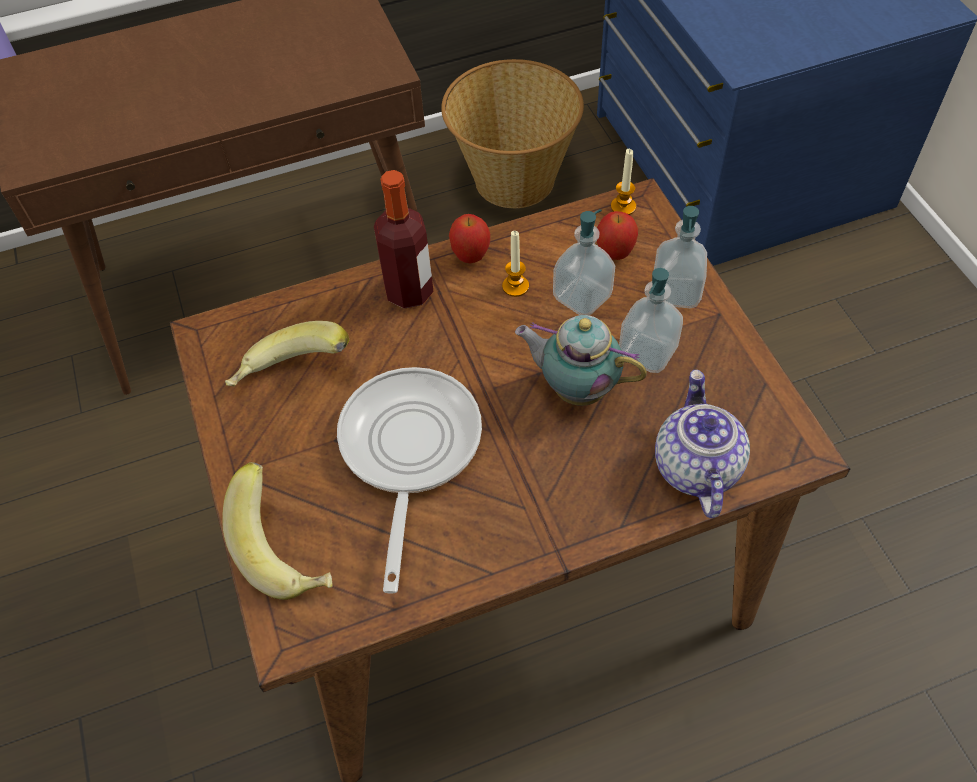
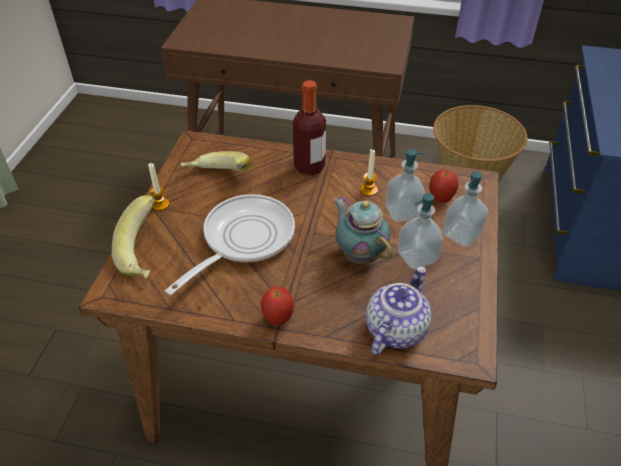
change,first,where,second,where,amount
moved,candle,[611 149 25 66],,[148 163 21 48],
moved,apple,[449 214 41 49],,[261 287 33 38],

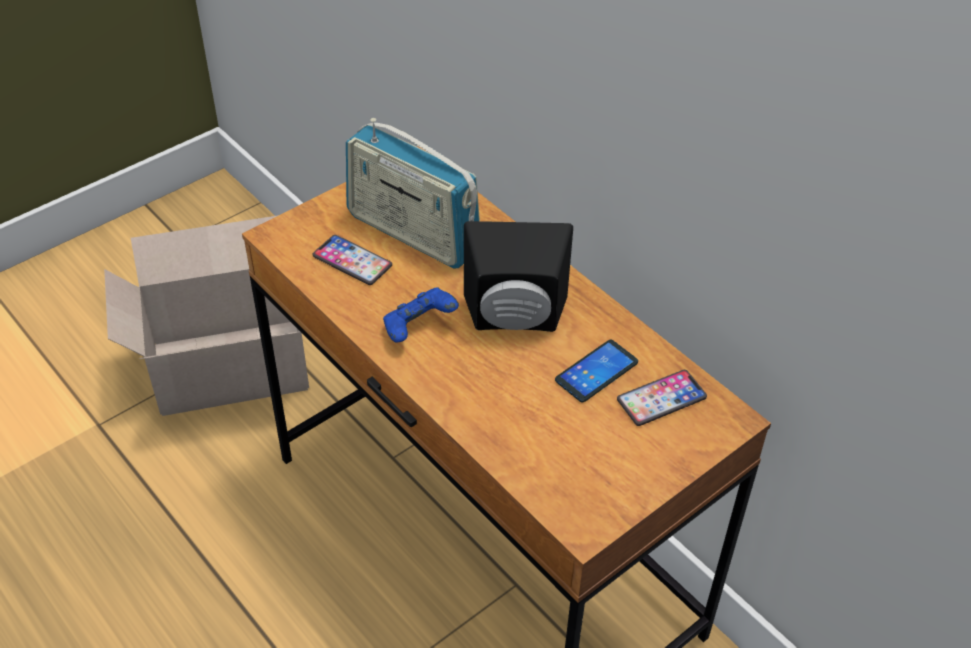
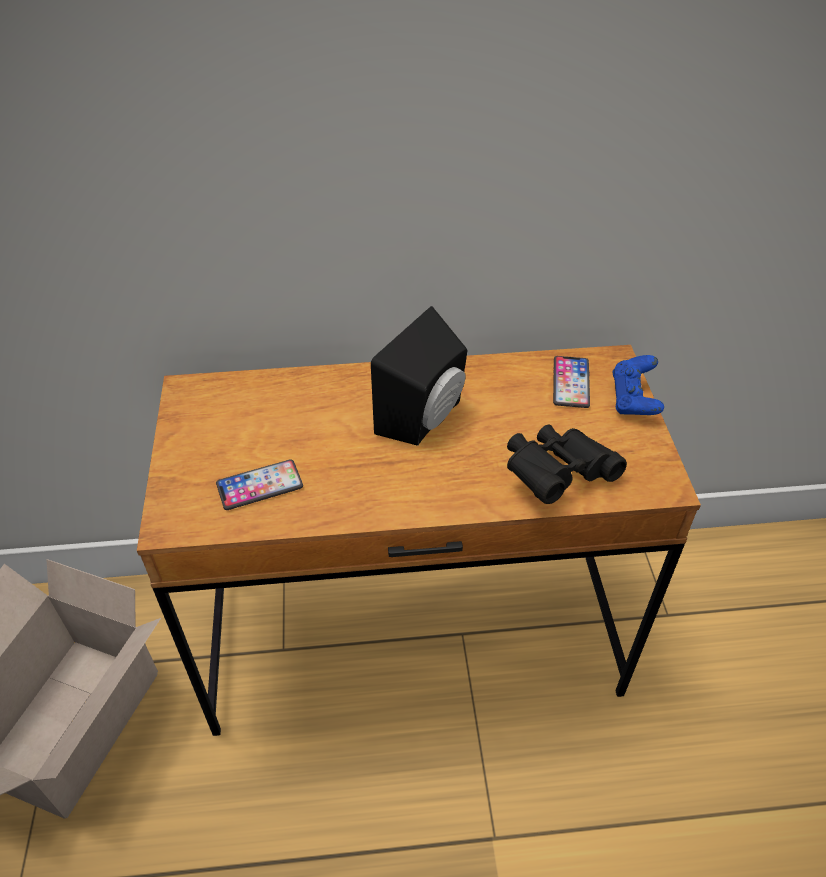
change,first,where,second,where,amount
added,,,blackish field glasses,[507 425 120 79],
moved,bluish gamepad,[383 287 76 55],,[613 355 51 60],
removed,radio receiver,[346 118 134 150],,,
removed,telephone,[555 340 83 62],,,

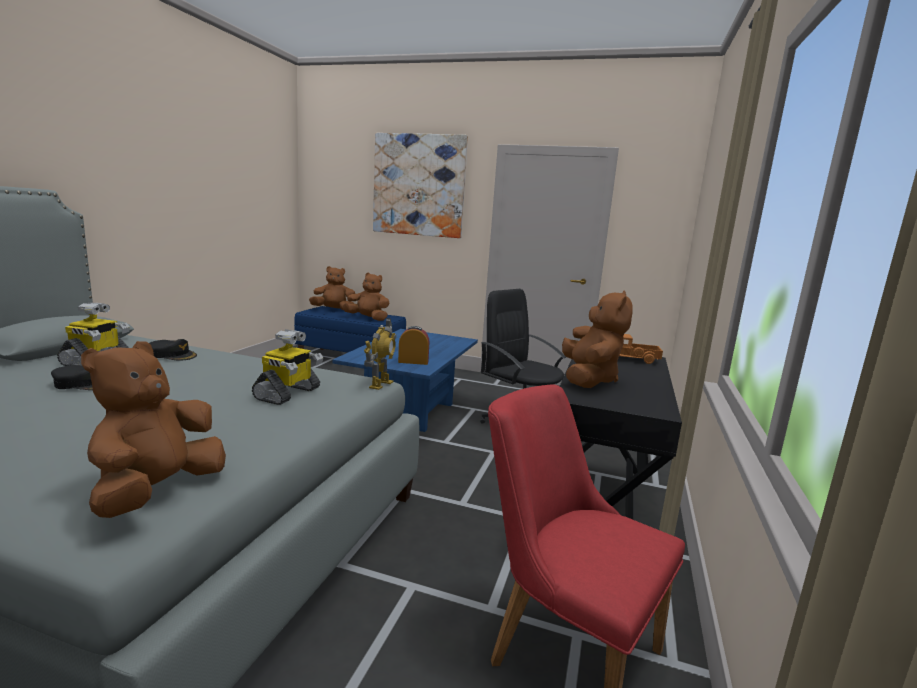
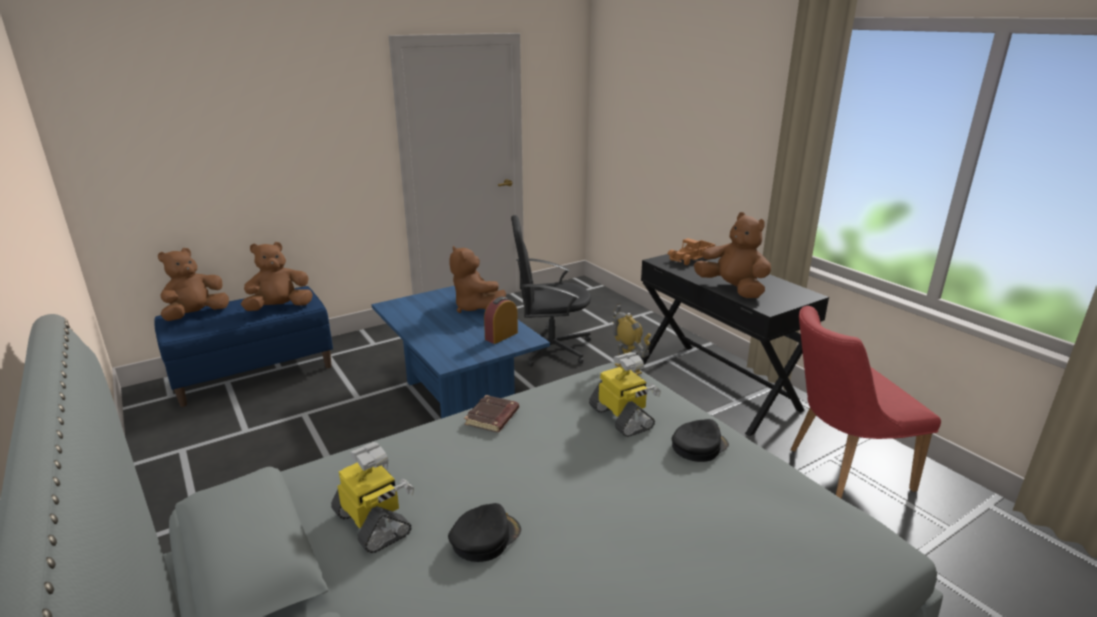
change,first,where,second,where,amount
moved,brownish cuddly toy,[81 341 145 177],,[449 246 57 67],
added,,,brownish book,[464 395 55 37],
moved,blackish baseball cap,[149 339 48 22],,[672 419 57 43],
removed,wall picture,[373 133 95 105],,,

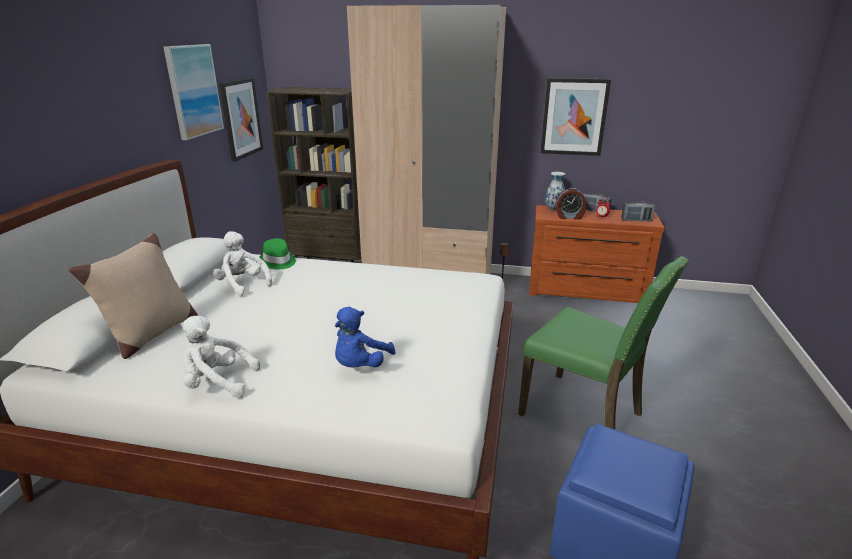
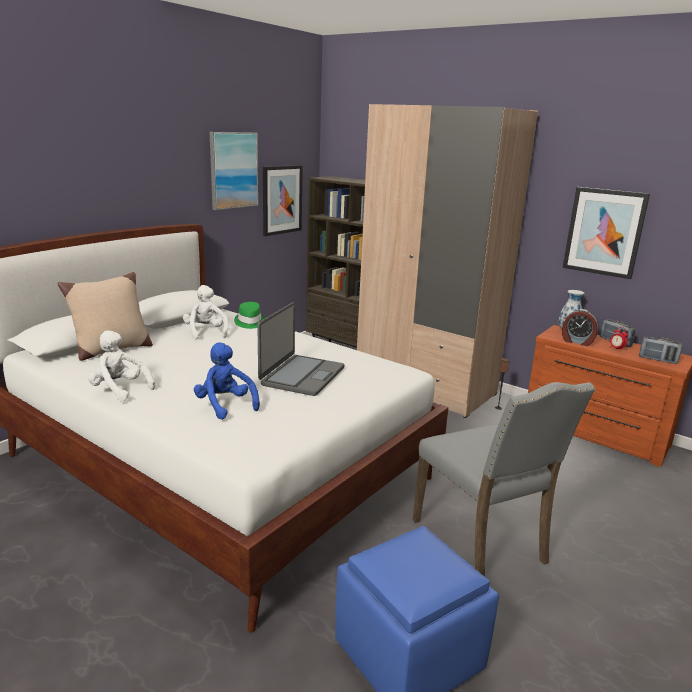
change,first,where,second,where,amount
turned,bluish cuddly toy,[335 307 60 61],,[194 342 66 78],90 degrees clockwise
added,,,portable computer,[257 302 88 94],
recoloured,green plain chair,[518 256 171 173],gray plain chair,[413 382 183 195],

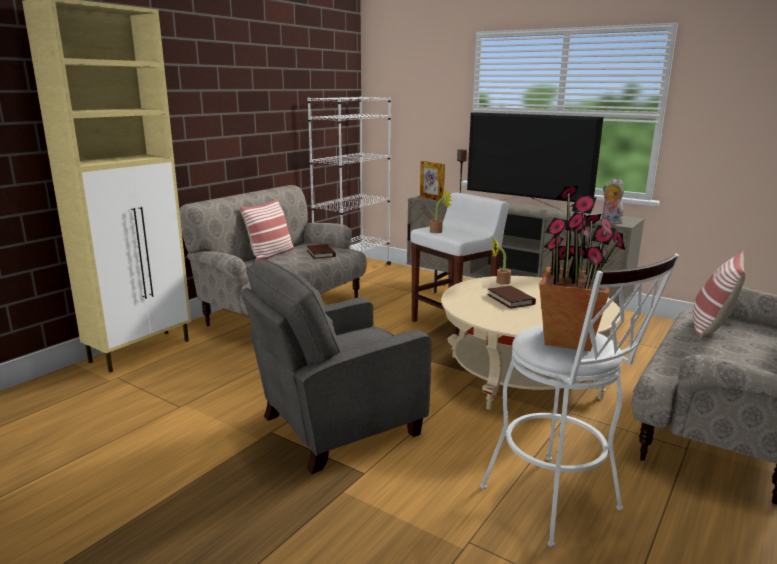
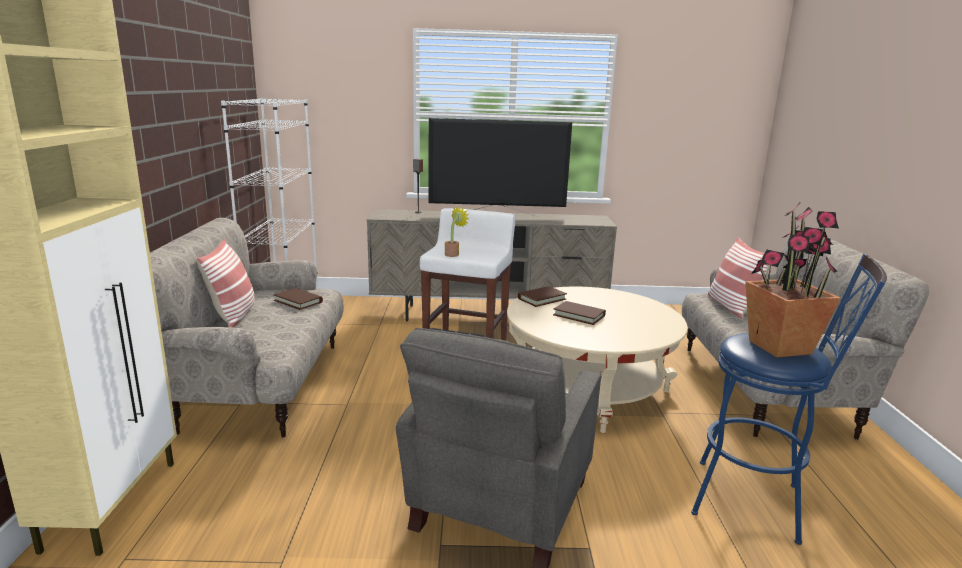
change,first,where,second,where,amount
replaced,potted plant,[492 239 19 46],brownish book,[518 286 49 21],
recoloured,white stool,[480 254 199 293],bluish stool,[691 254 196 291],
removed,photo frame,[420 161 25 40],,,
removed,cuddly toy,[602 179 22 45],,,

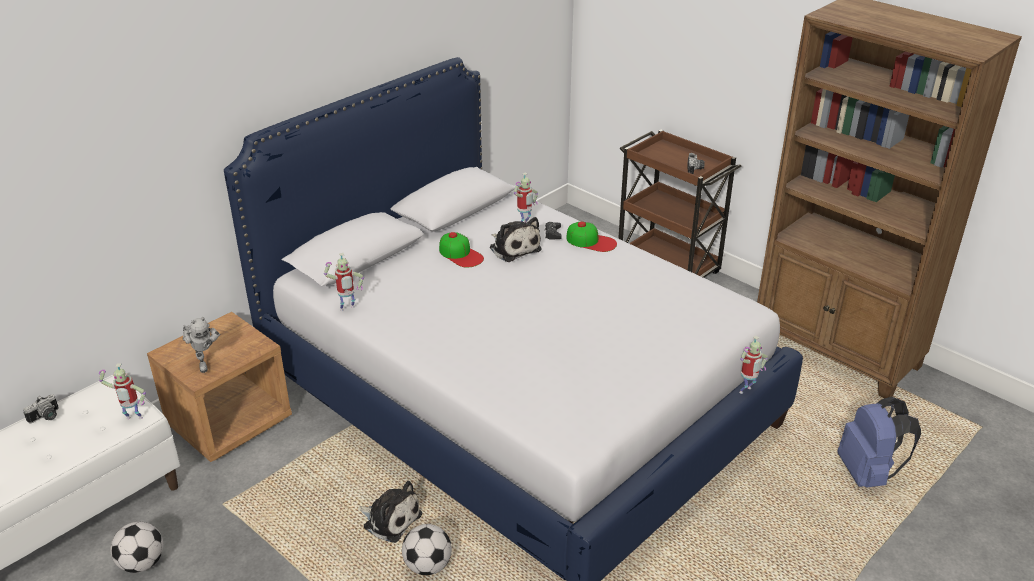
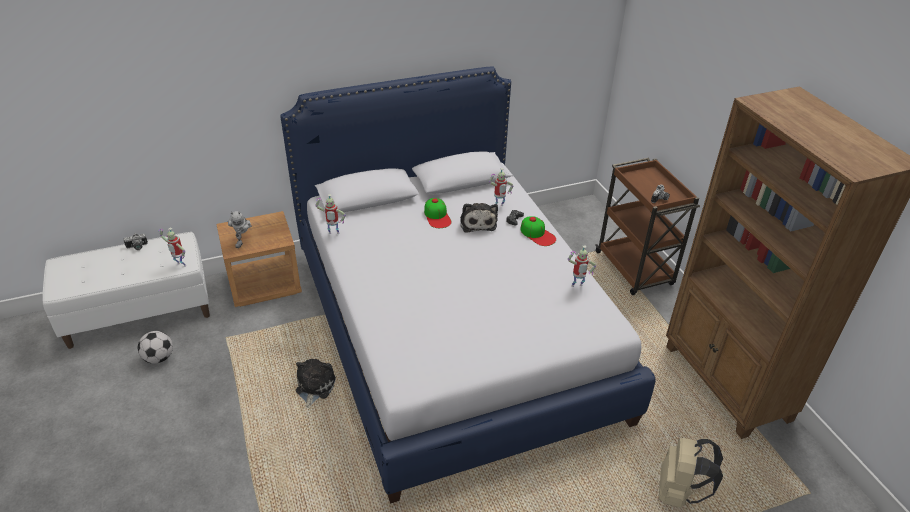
change,first,where,second,where,amount
turned,cuddly toy,[356 481 66 62],,[296 359 40 49],135 degrees counterclockwise
moved,toy robot,[739 336 29 58],,[568 245 28 42],
recoloured,bluish rucksack,[837 397 84 90],sand-coloured rucksack,[659 438 64 70],
removed,football ball,[402 524 50 51],,,

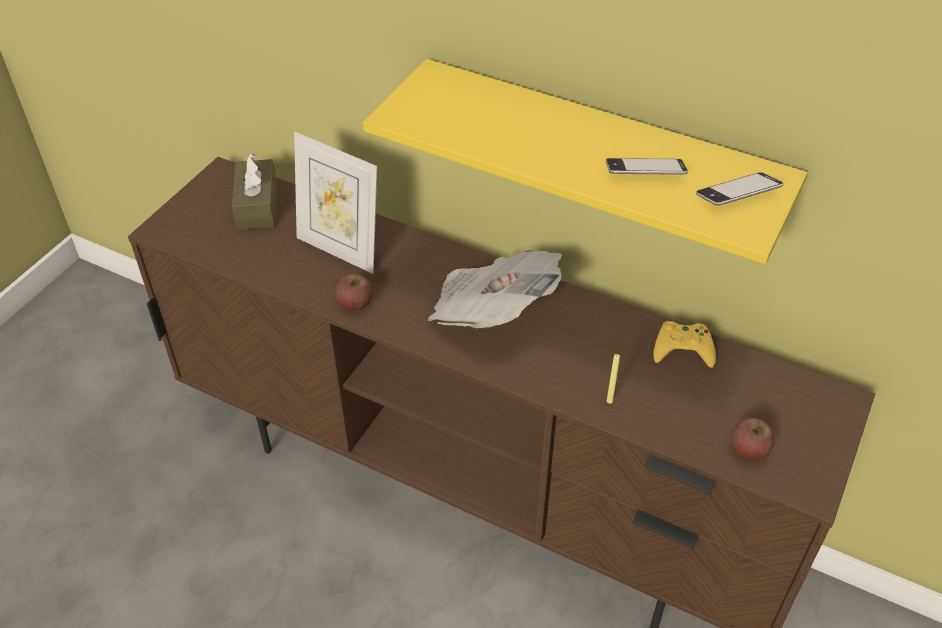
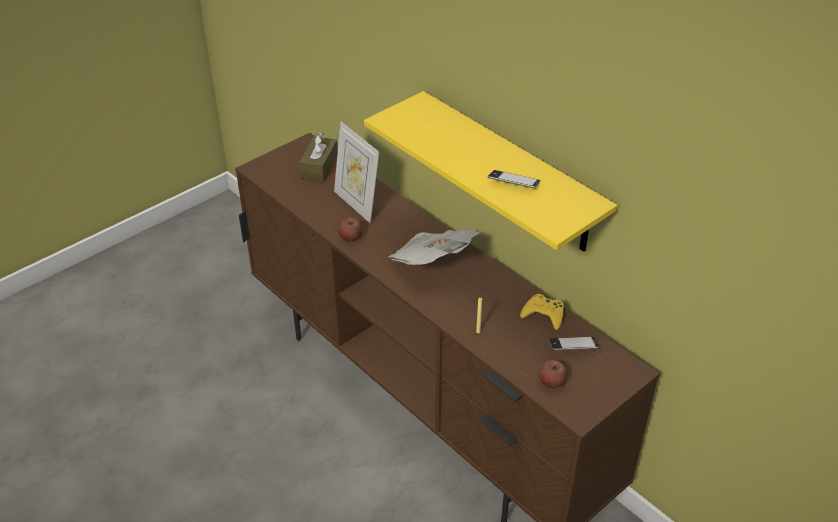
change,first,where,second,where,amount
moved,telephone,[696 172 87 34],,[549 337 50 13],

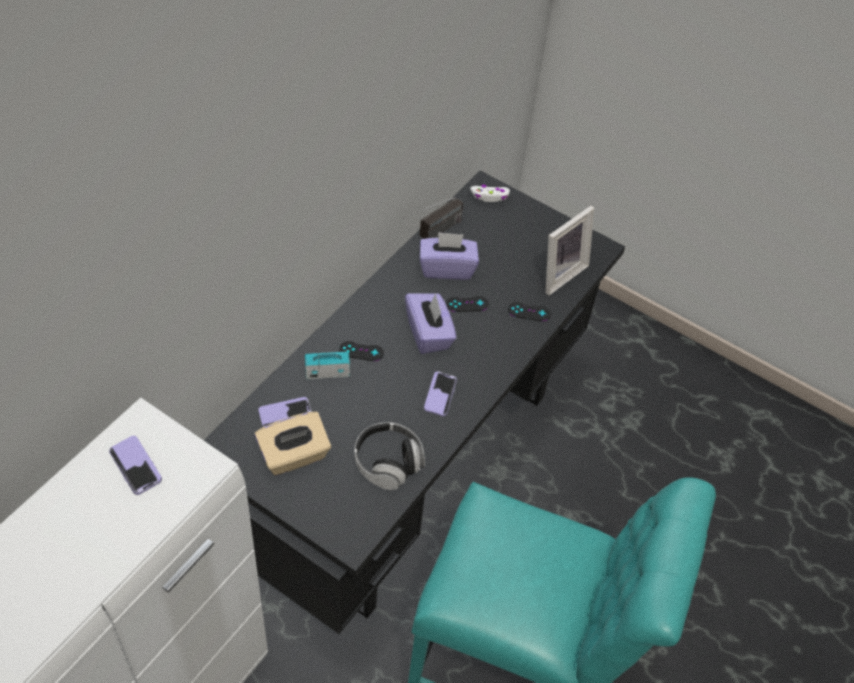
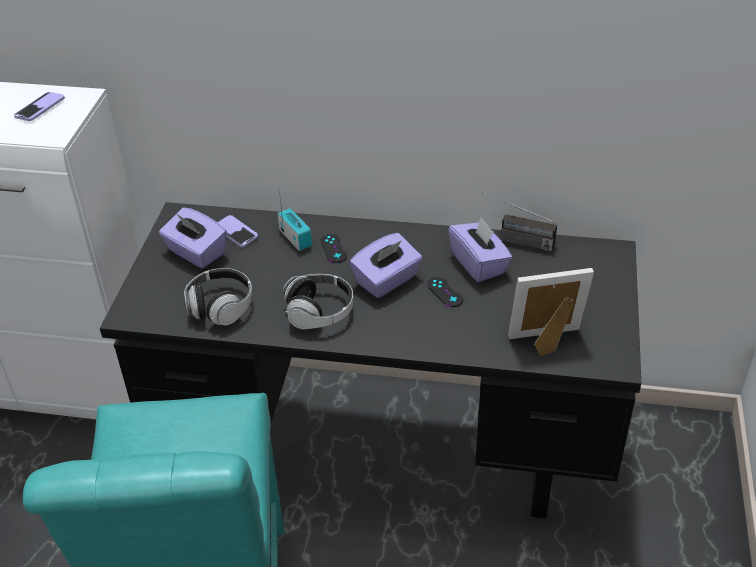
change,first,where,second,where,amount
recoloured,sand-coloured box of tissues,[255 411 76 64],purple box of tissues,[159 208 68 60],
replaced,telephone,[424 371 33 45],headphones,[283 274 71 55],
turned,photo frame,[545 206 49 89],,[508 268 86 88],150 degrees clockwise
removed,white gamepad,[470 185 40 17],,,
removed,blackish gamepad,[508 302 43 19],,,

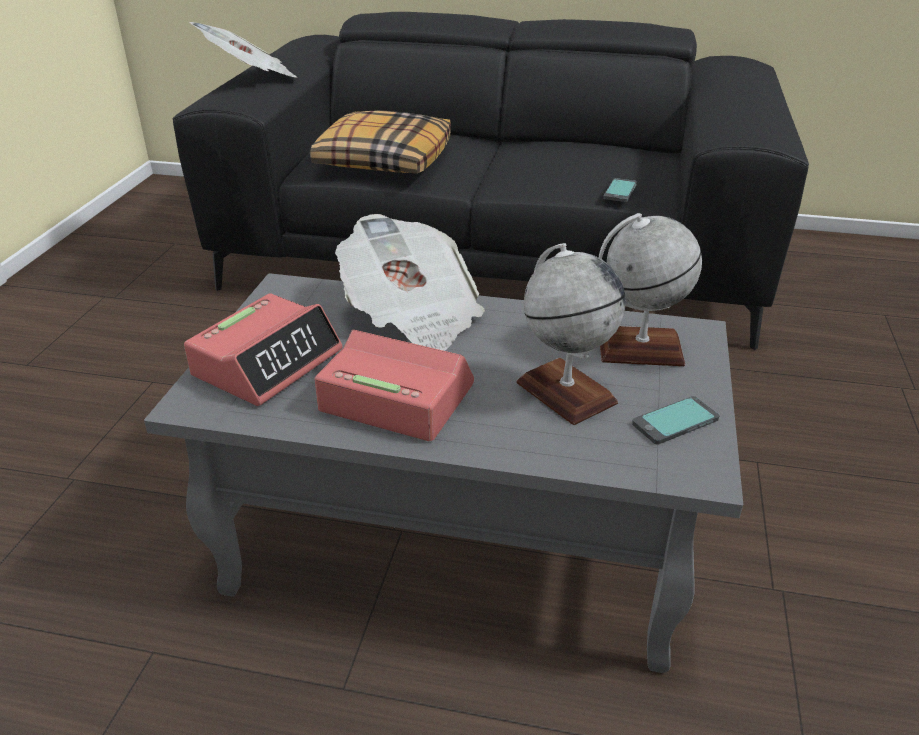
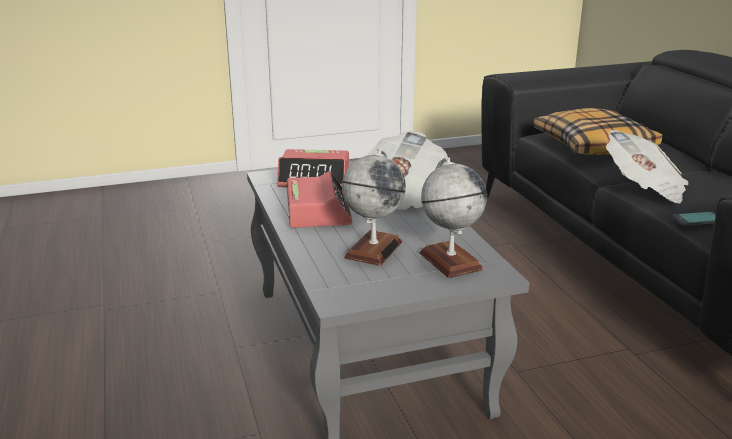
change,first,where,second,where,amount
moved,newspaper,[190 22 109 56],,[606 130 83 74],
removed,telephone,[632 396 87 49],,,

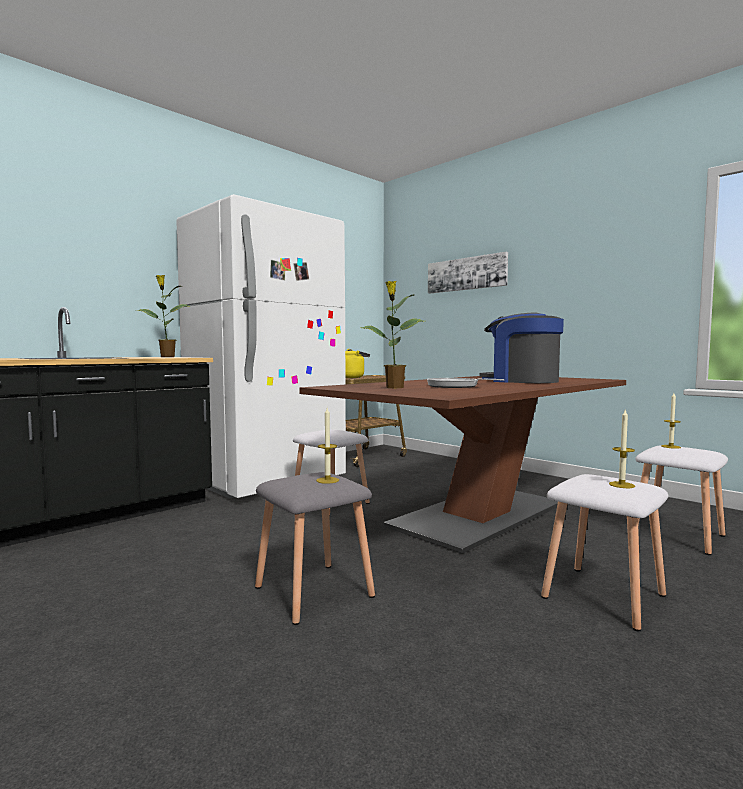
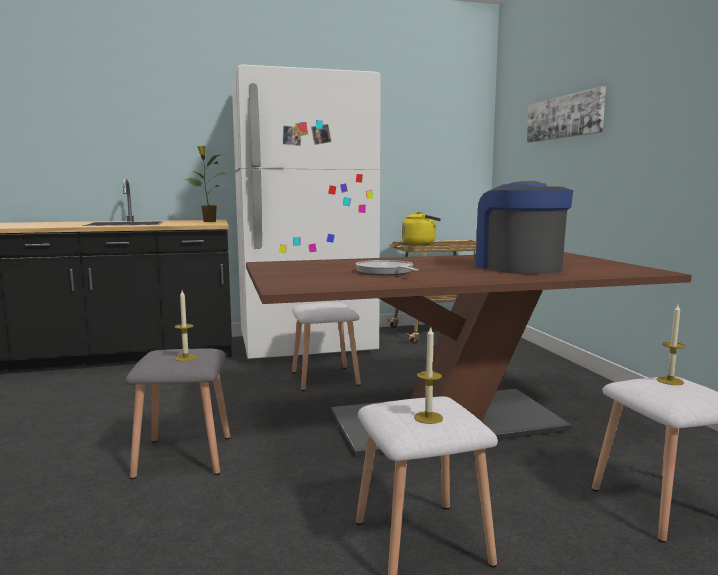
change,first,where,second,where,amount
removed,potted plant,[361 281 62 107],,,

